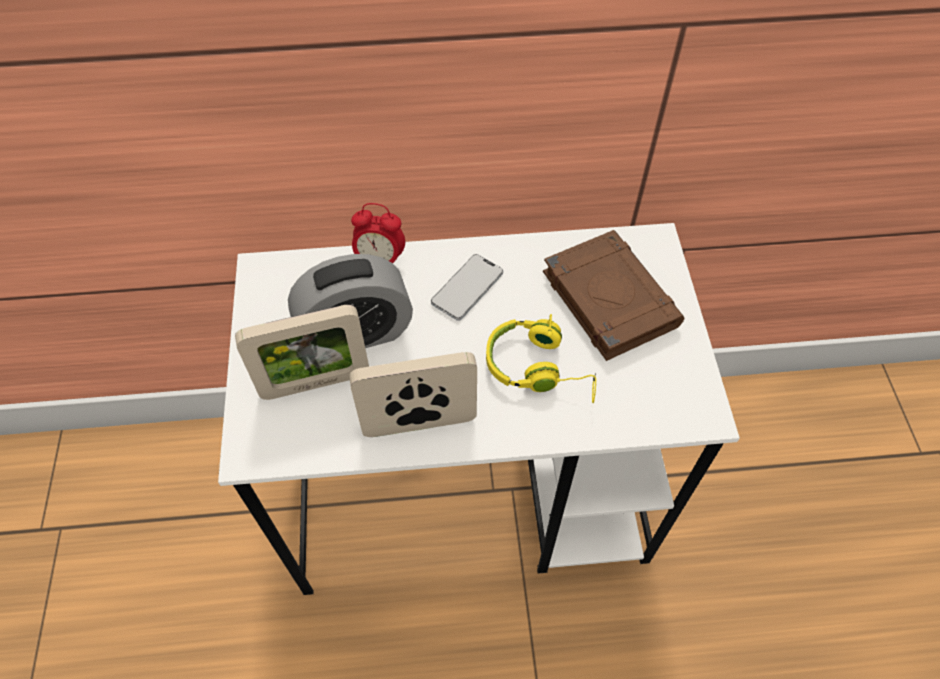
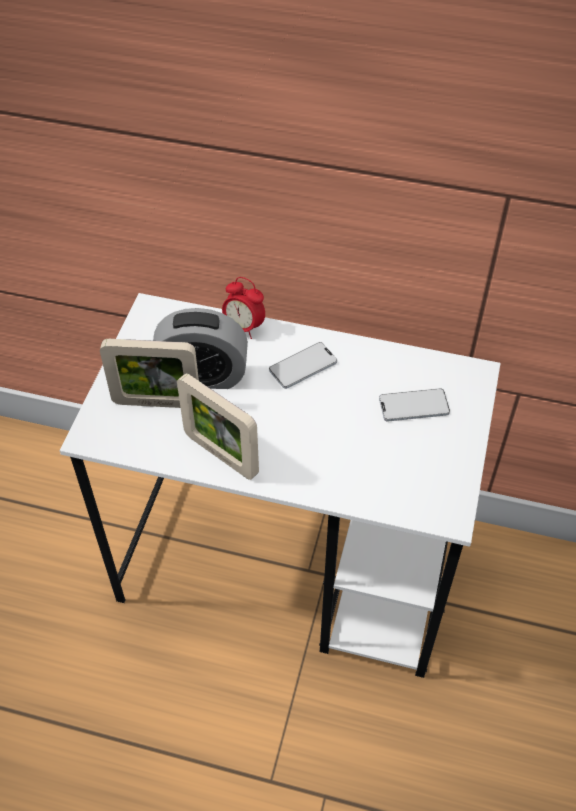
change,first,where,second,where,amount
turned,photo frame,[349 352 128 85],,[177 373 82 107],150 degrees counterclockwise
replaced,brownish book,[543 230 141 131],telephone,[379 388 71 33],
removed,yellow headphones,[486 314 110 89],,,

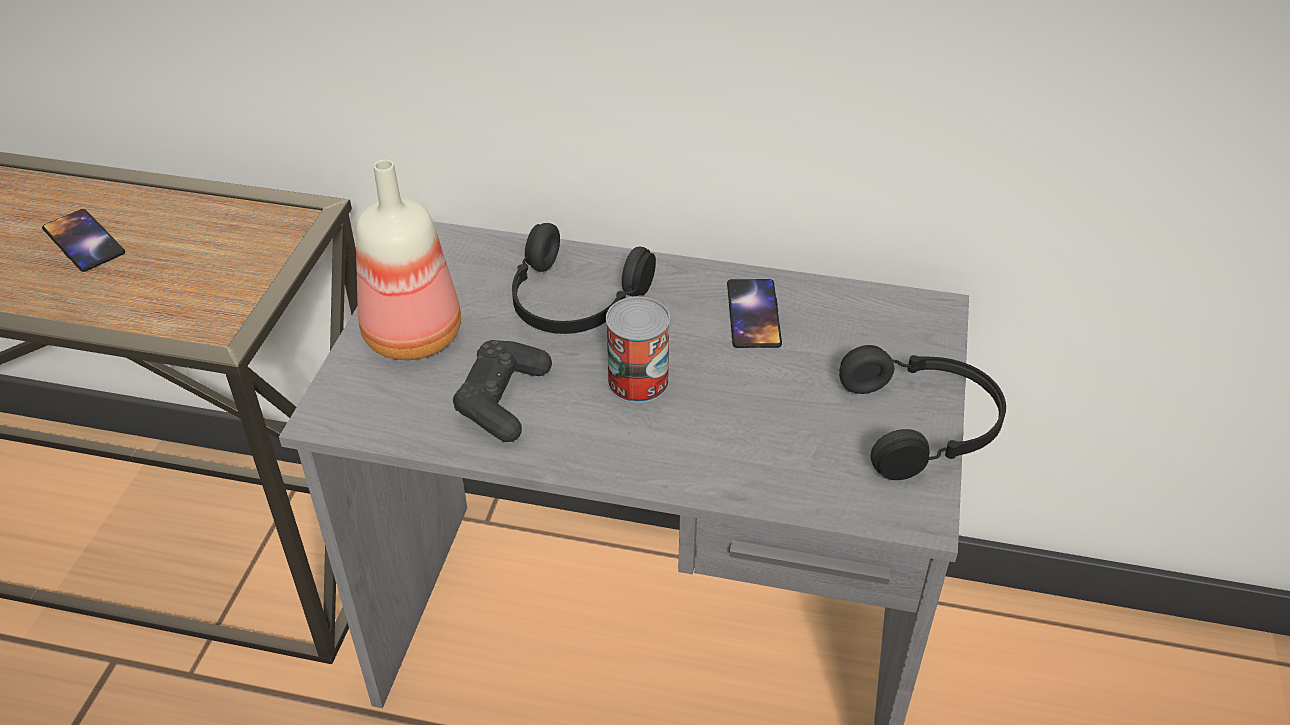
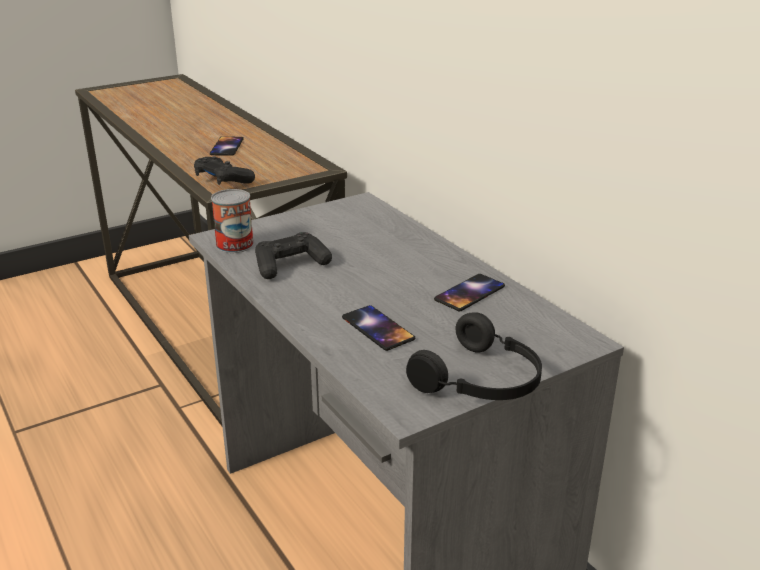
change,first,where,second,where,amount
added,,,blackish gamepad,[194 156 61 29],
moved,metal can,[606 296 64 108],,[211 189 43 64],
added,,,telephone,[342 305 73 46],
removed,drink bottle,[356 159 105 201],,,
removed,blackish headphones,[512 223 144 111],,,

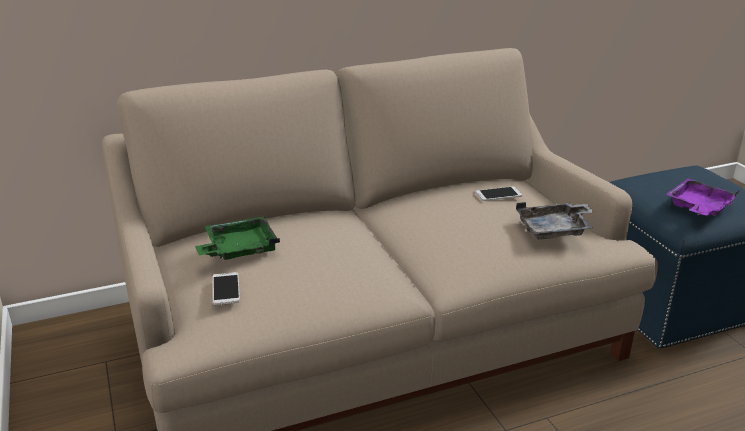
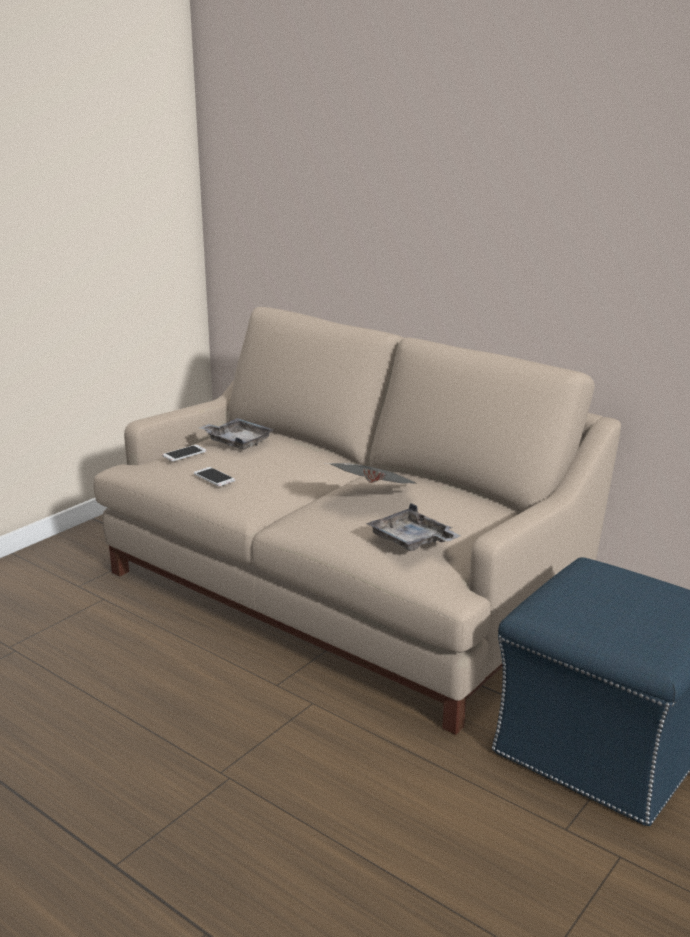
change,first,where,second,where,amount
moved,telephone,[476 186 46 15],,[194 467 41 19],
recoloured,green serving tray,[195 217 85 43],gray serving tray,[199 418 75 32],
added,,,newspaper,[325 463 91 21],
removed,purple serving tray,[666 178 73 38],,,

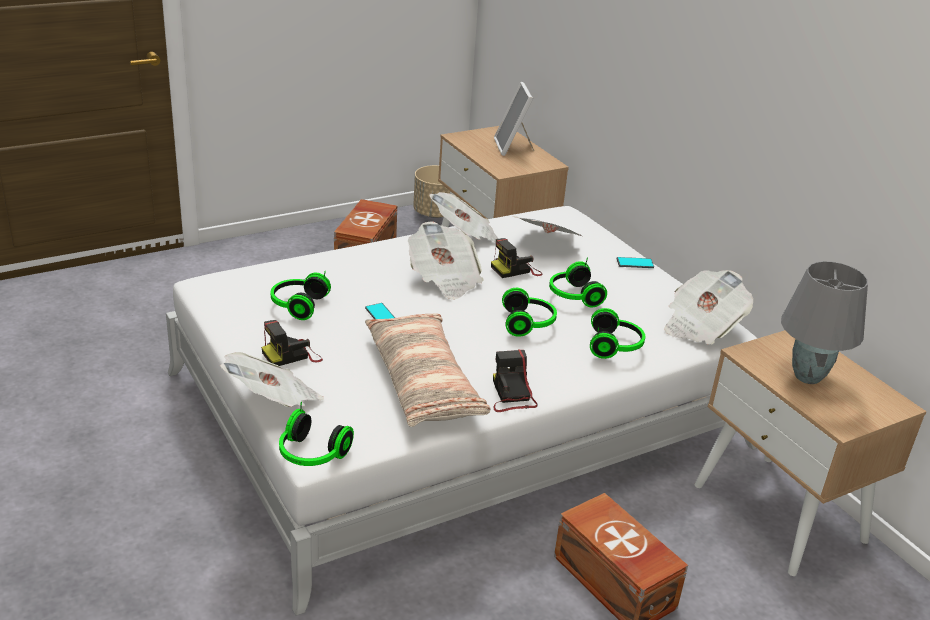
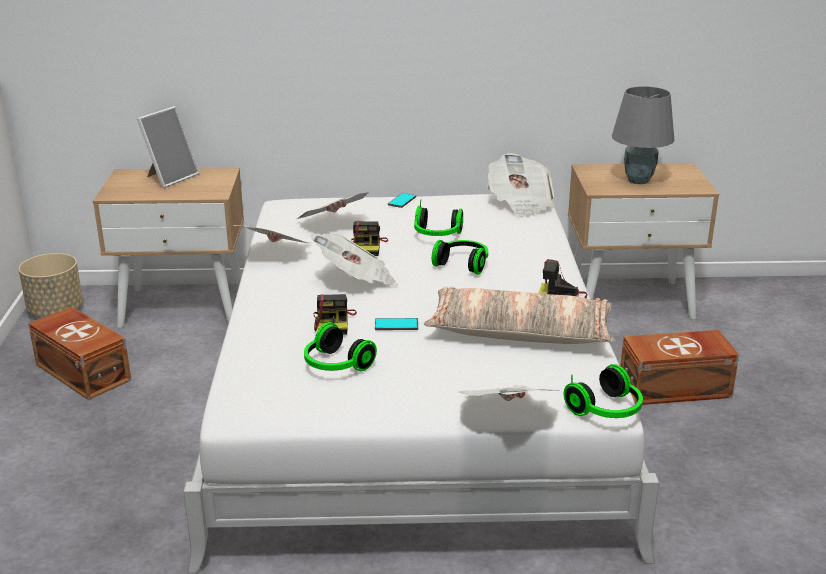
change,first,where,second,where,amount
turned,photo frame,[494 82 40 74],,[137 106 63 82],75 degrees counterclockwise
moved,photo camera,[261 320 62 46],,[314 294 43 41],
removed,headphones,[590 308 55 51],,,

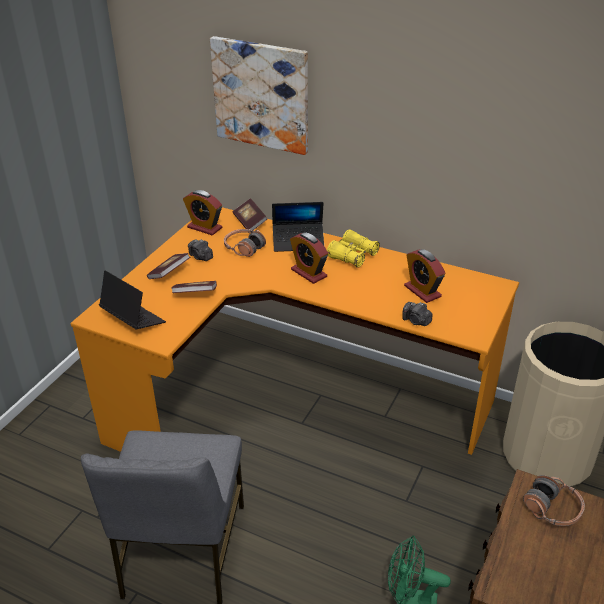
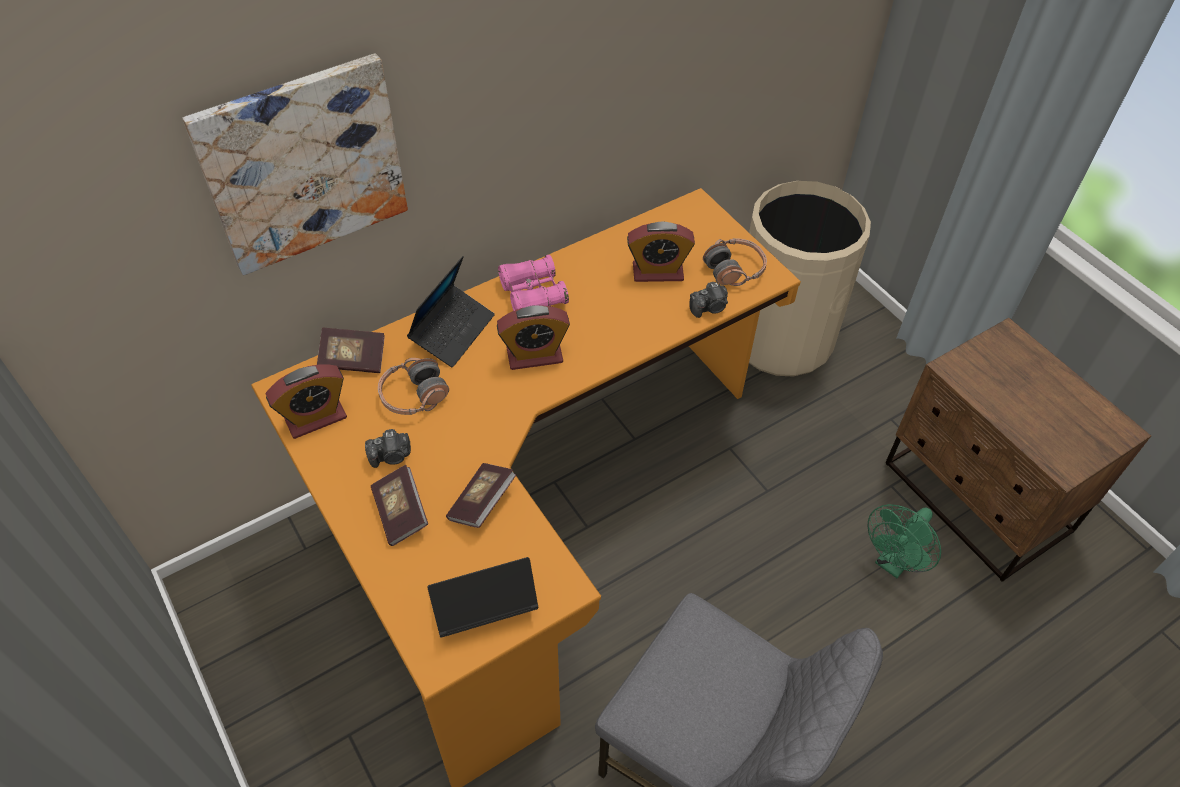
change,first,where,second,where,amount
recoloured,yellow field glasses,[327 229 53 39],pink-coloured field glasses,[498 255 71 56],
moved,headphones,[523 475 62 51],,[703 238 64 48],

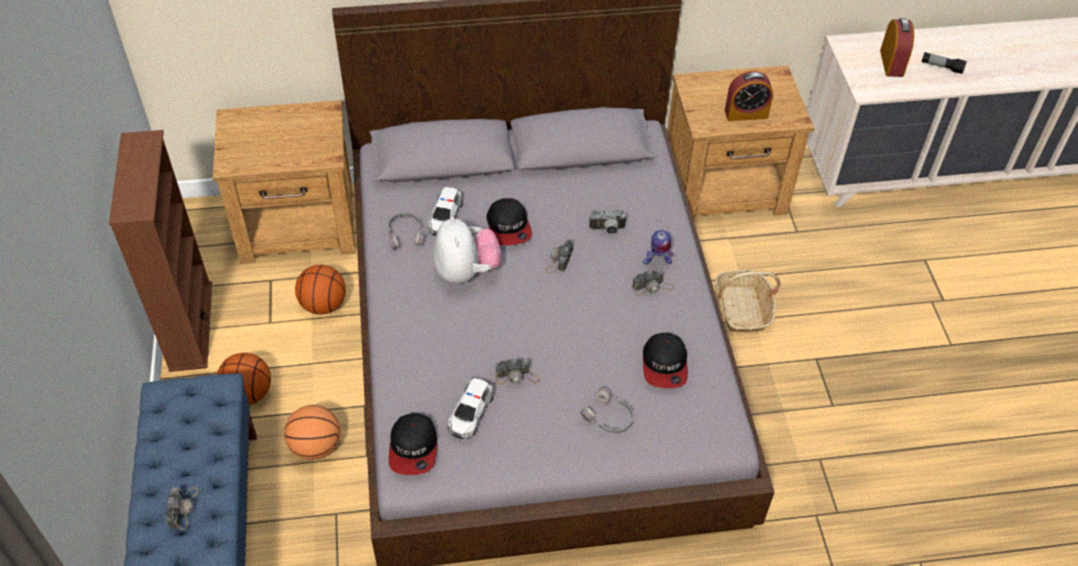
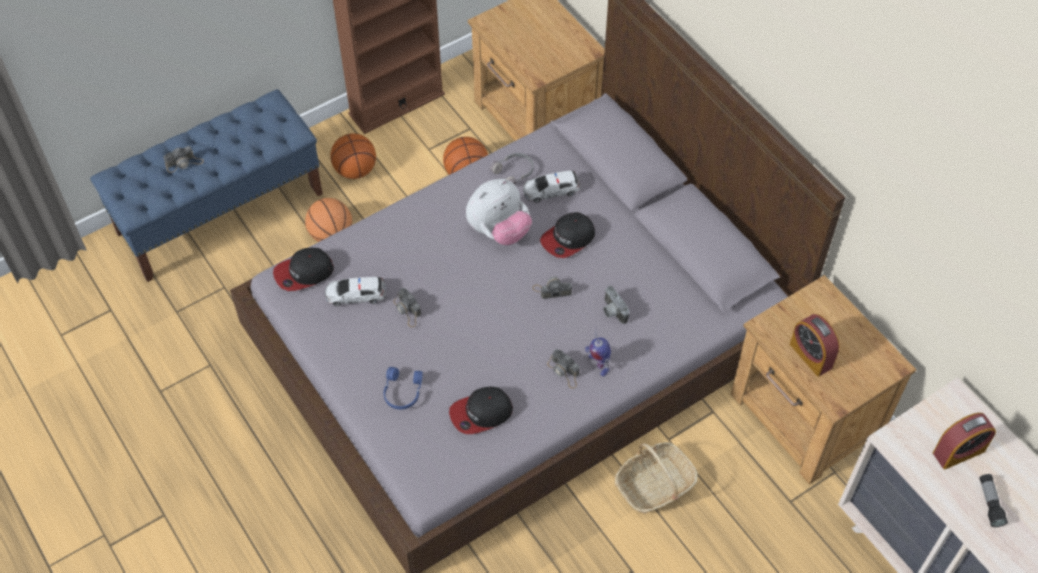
change,first,where,second,where,amount
recoloured,gray headphones,[580 387 54 46],bluish headphones,[384 367 39 43],

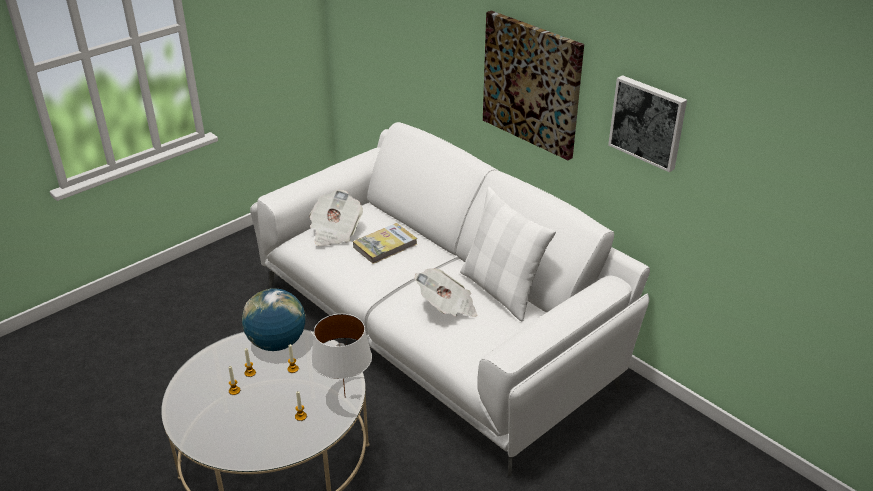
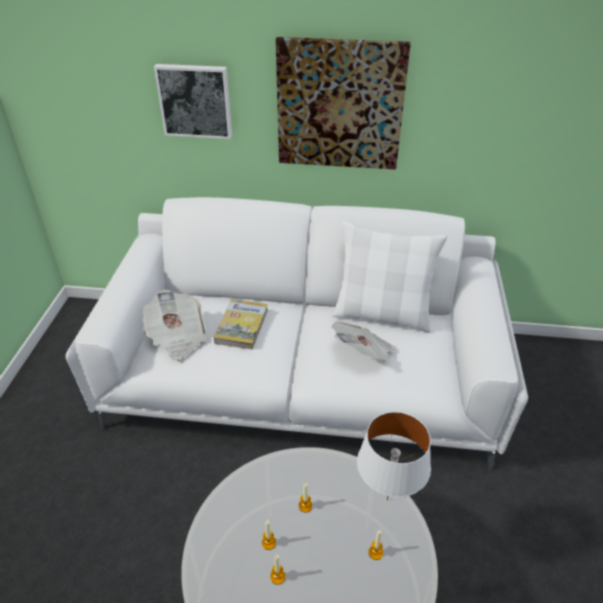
change,first,where,second,where,amount
moved,wall picture,[608 75 79 97],,[154 64 78 75],
removed,world globe,[242 288 64 63],,,

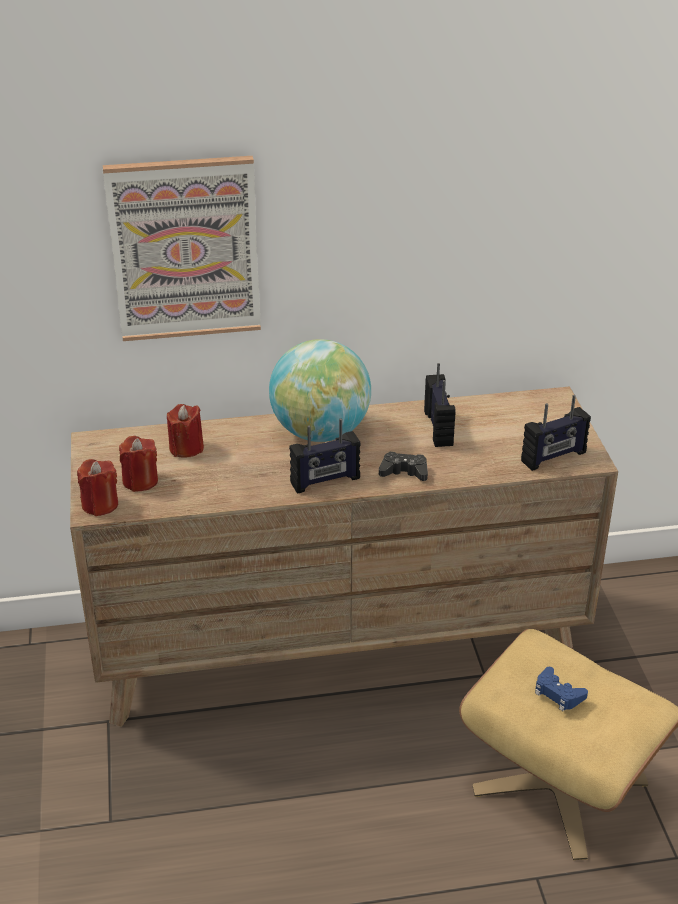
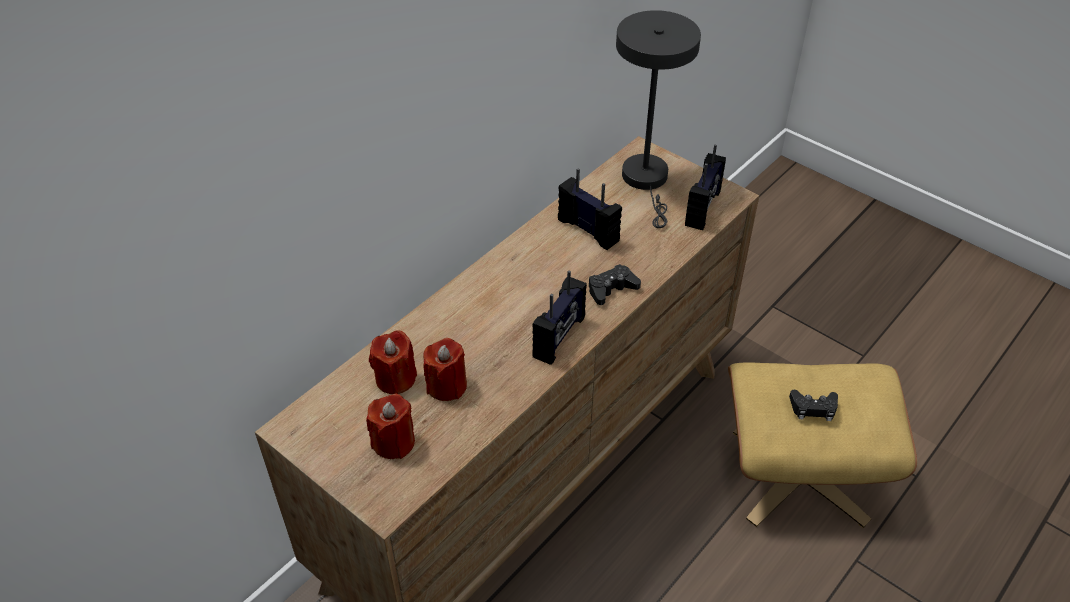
change,first,where,second,where,amount
moved,reddish candle,[77 459 41 57],,[423 338 44 63],
added,,,gray lamp for a table,[616 10 85 218],
recoloured,bluish gamepad,[535 667 53 44],blackish gamepad,[789 390 49 31],
removed,wall picture,[103 156 158 185],,,
removed,world globe,[269 339 102 103],,,

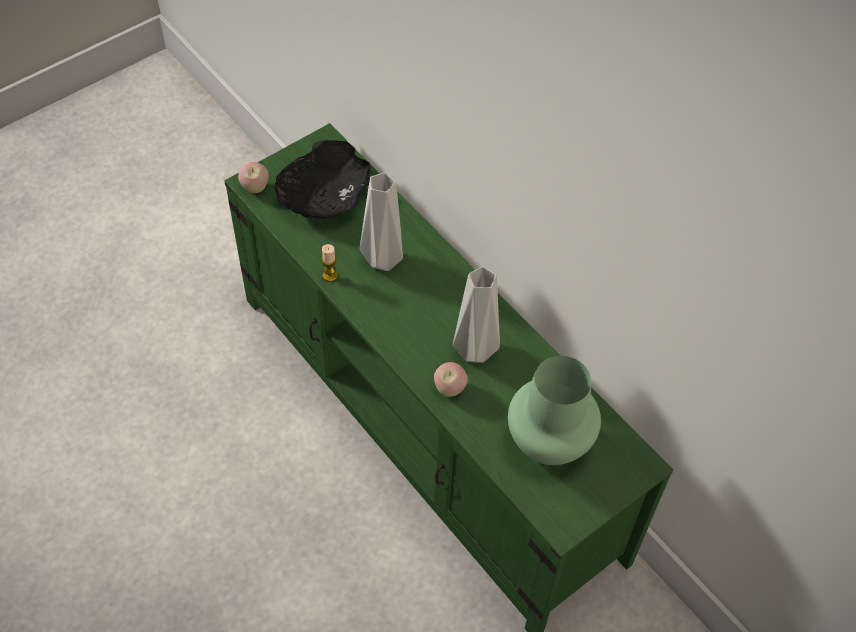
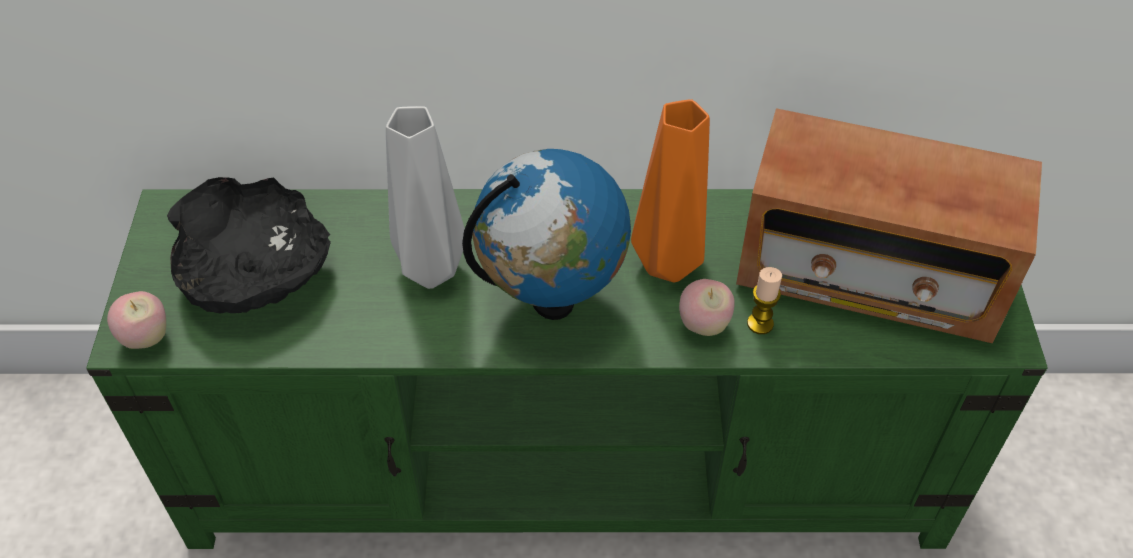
change,first,where,second,where,amount
added,,,world globe,[462 149 169 171],
recoloured,gray flower vase,[453 266 47 97],orangey flower vase,[631 99 79 183],
replaced,green flower vase,[508 356 93 109],radio receiver,[736 108 306 235],
moved,candle,[321 244 17 38],,[747 267 35 67],

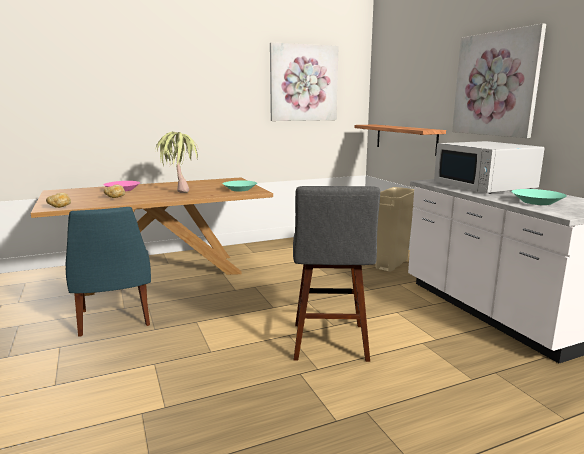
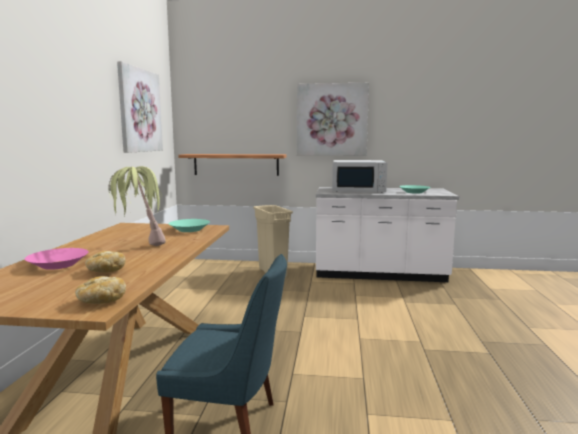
change,first,where,second,where,amount
removed,gray stool,[293 186 87 176],,,

